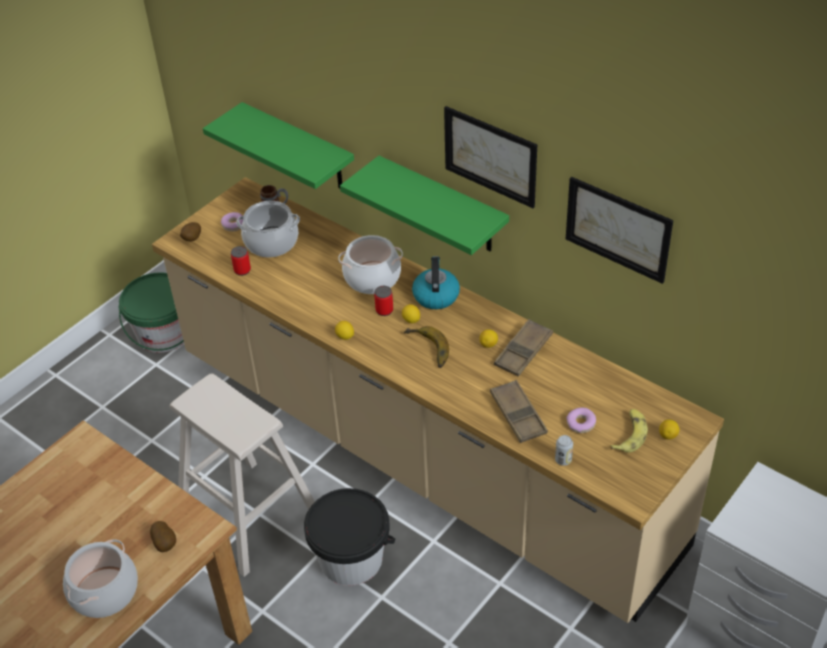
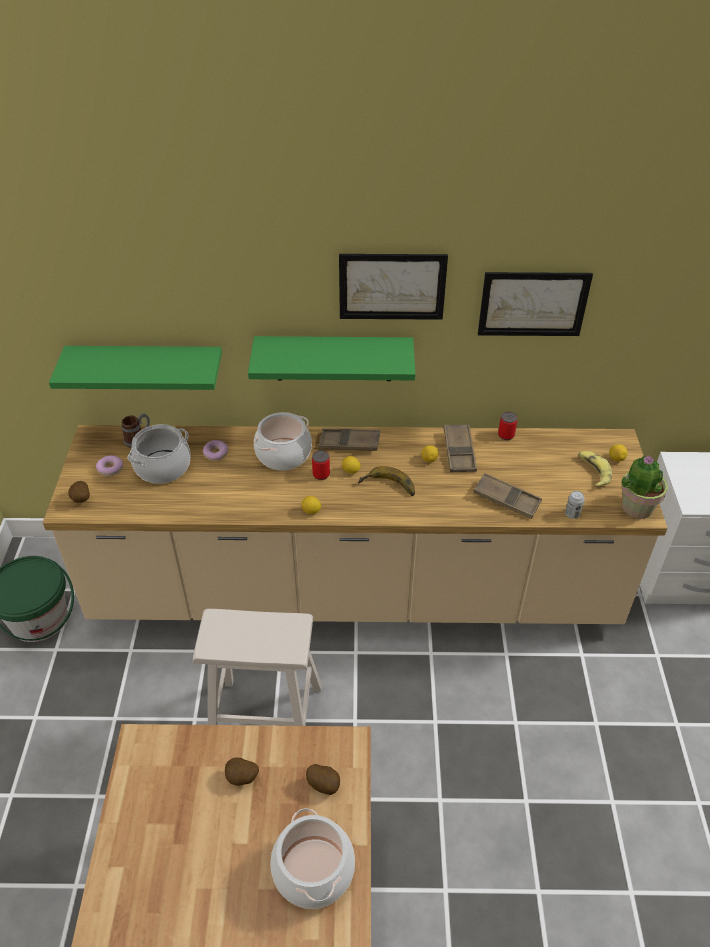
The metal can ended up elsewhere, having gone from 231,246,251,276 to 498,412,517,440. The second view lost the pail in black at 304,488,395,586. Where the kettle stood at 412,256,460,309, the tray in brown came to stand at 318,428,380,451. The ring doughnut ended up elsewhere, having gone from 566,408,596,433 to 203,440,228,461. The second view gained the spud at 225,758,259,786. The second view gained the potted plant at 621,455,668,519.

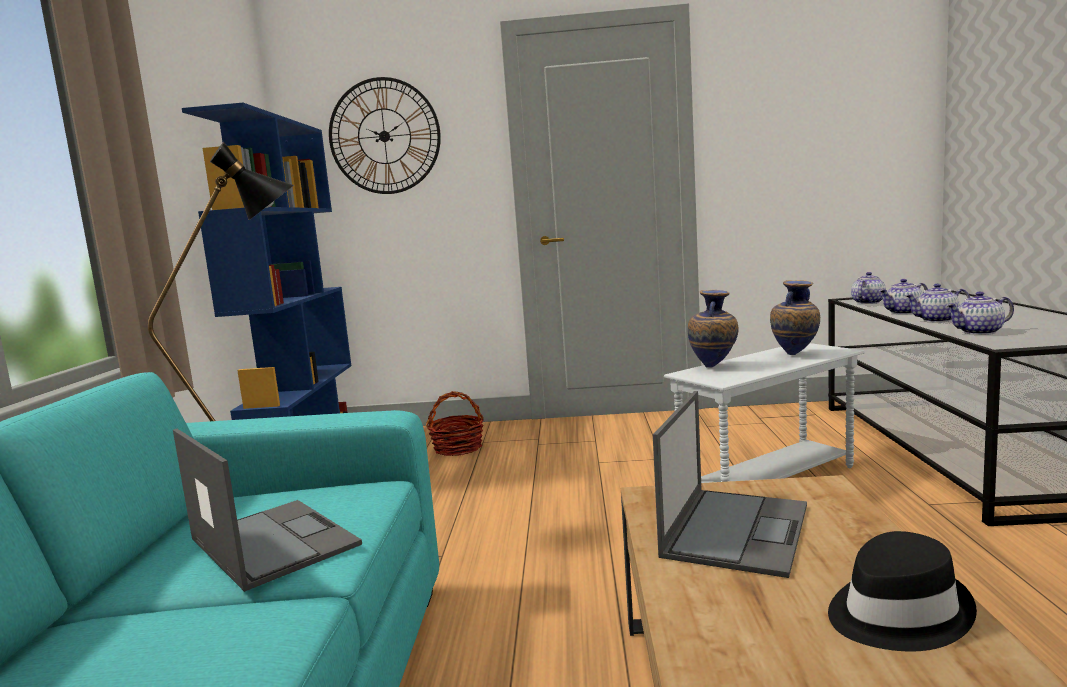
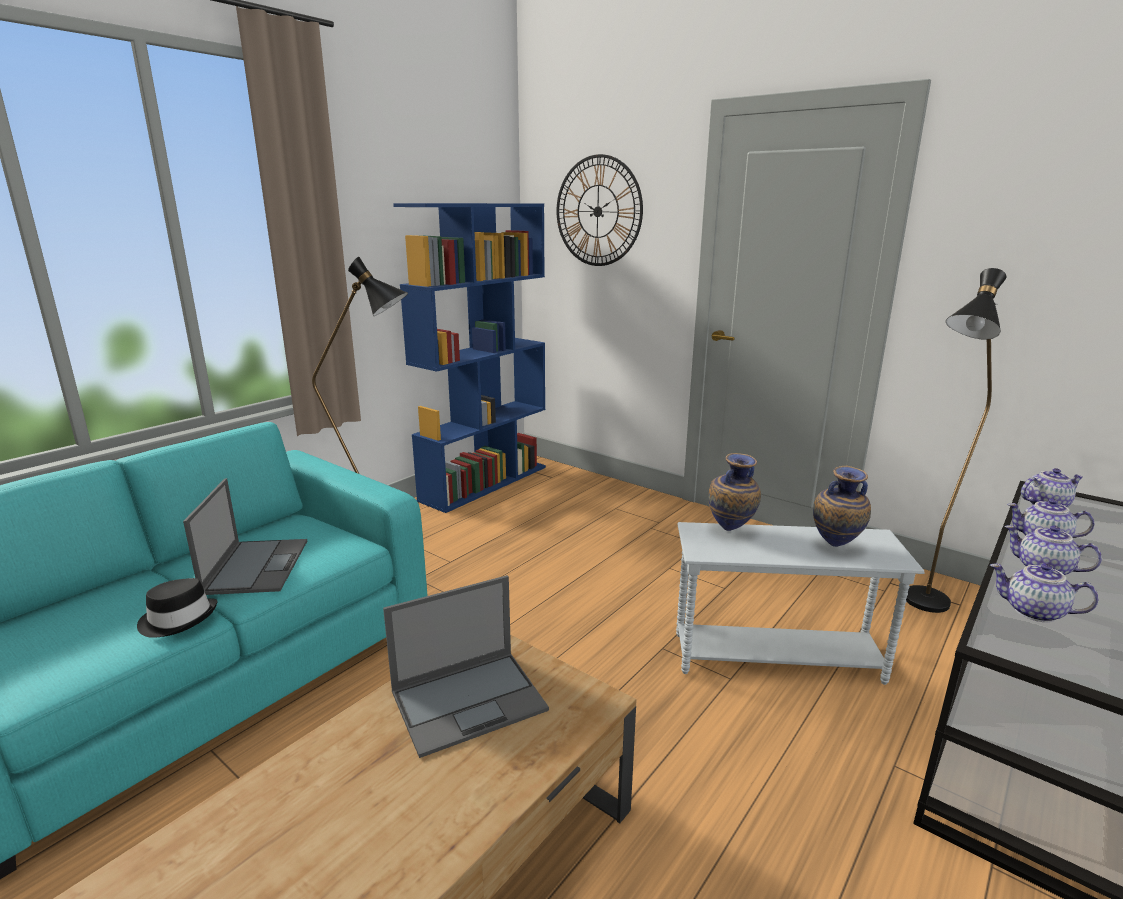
The second view lost the storage basket at 426,391,484,456. The clothing hat in black ended up elsewhere, having gone from 828,531,977,651 to 137,578,217,638. The second view gained the floor lamp in black at 906,268,1006,613.

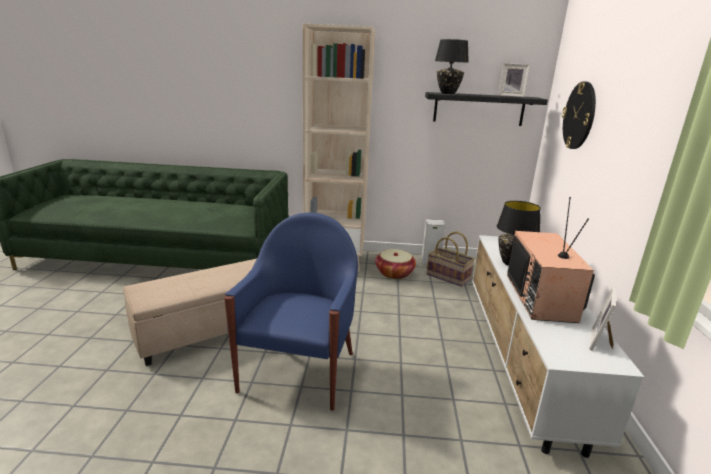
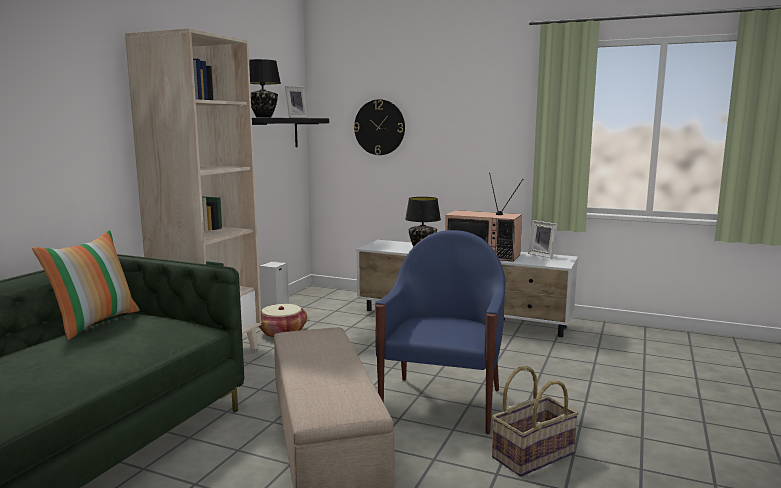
The easy chair in blue-coloured at 224,213,358,411 ended up facing another way, 75 degrees clockwise from before. The storage basket ended up elsewhere, having gone from 427,232,475,287 to 492,366,579,477. The second view gained the cushion at 32,230,140,340.

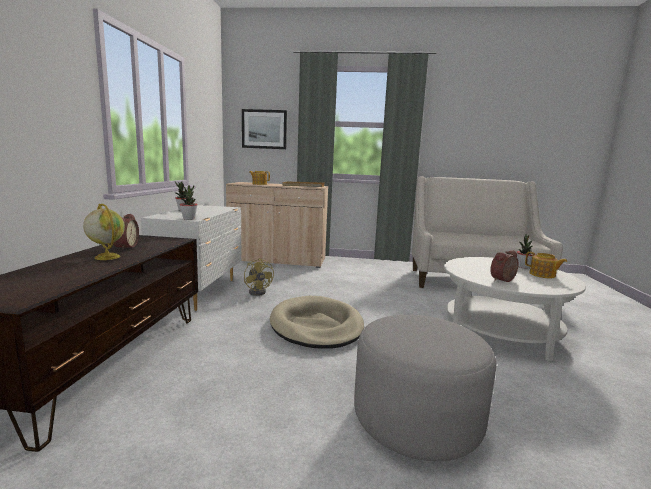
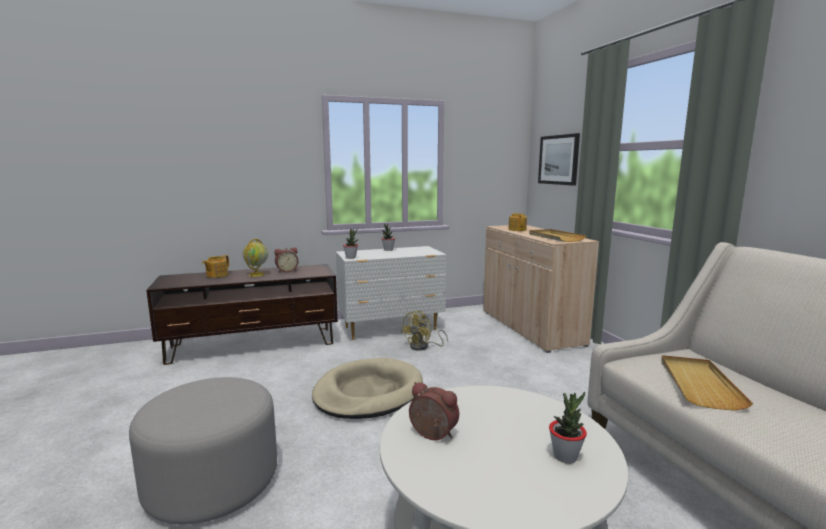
The pot for tea ended up elsewhere, having gone from 525,252,567,278 to 202,255,229,278. The second view gained the tray in beige at 661,355,753,411.

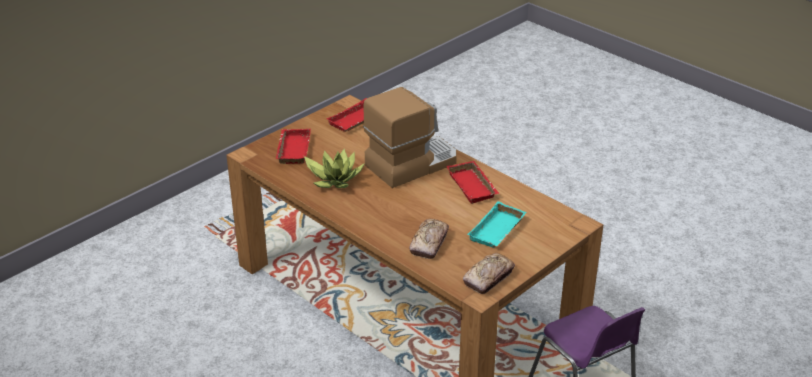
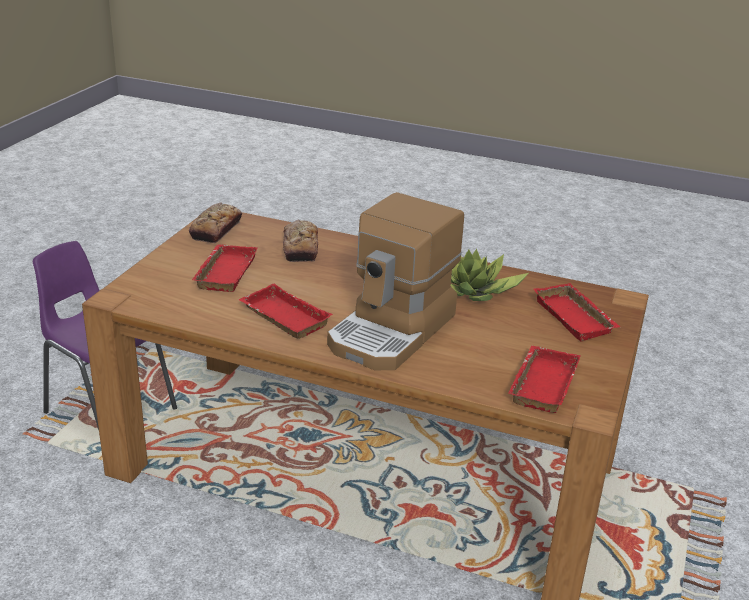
What was the tray in turquoise-coloured at 467,201,526,248 turned into the tray in red-coloured at 192,244,258,292.

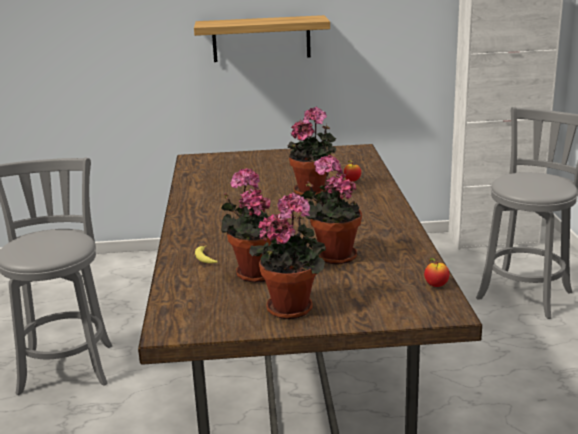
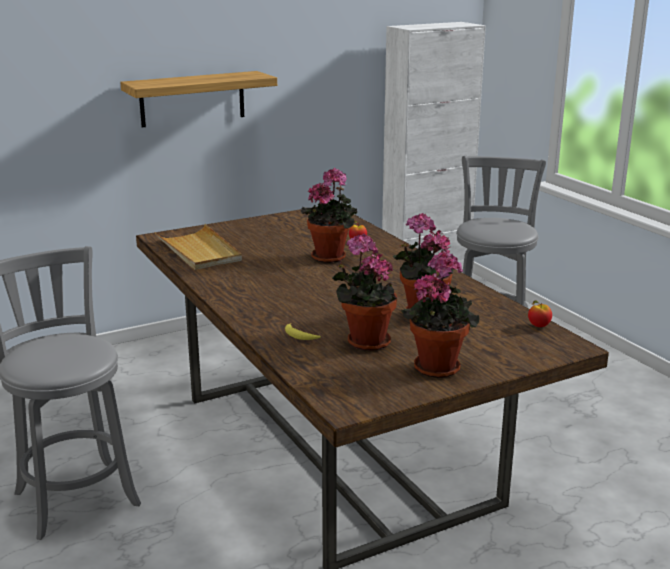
The second view gained the tray in beige at 154,224,242,270.

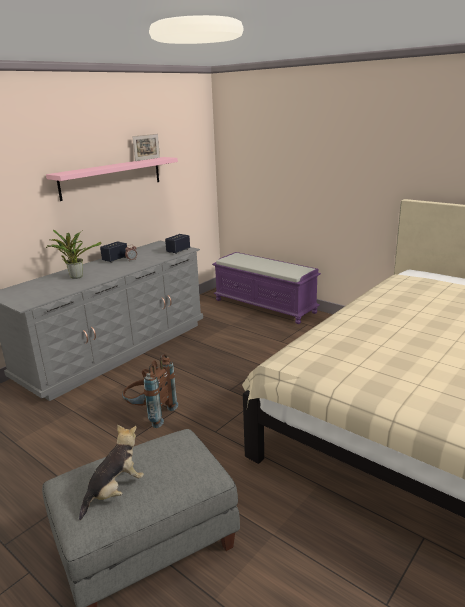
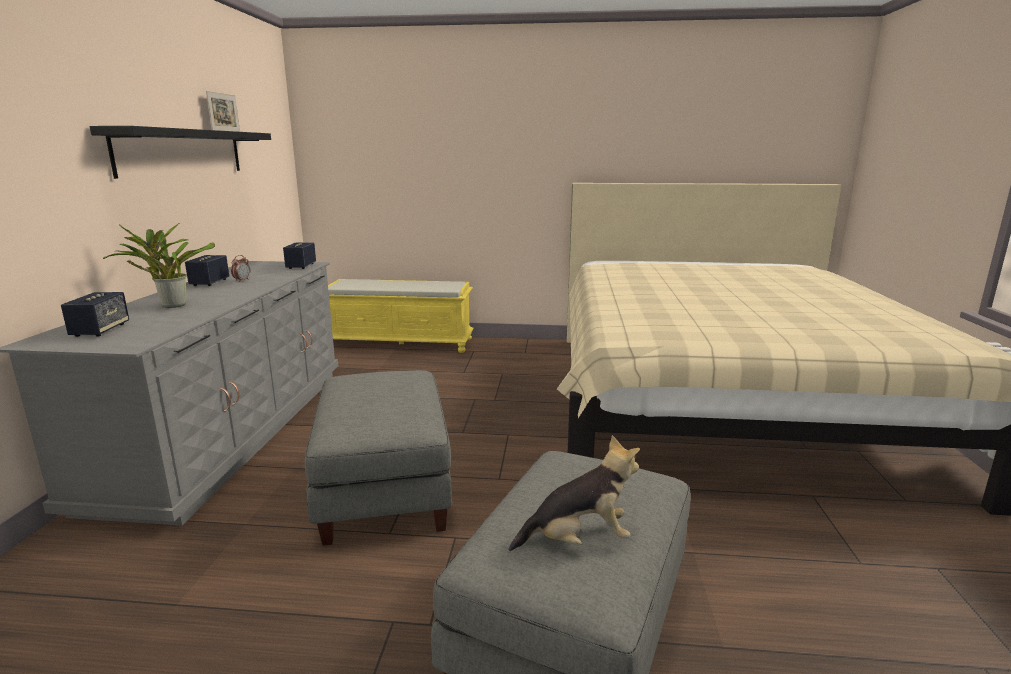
What was the wall shelf in pink at 46,157,178,201 turned into the wall shelf in black at 90,126,271,179. The cuddly toy at 79,425,144,520 ended up facing another way, 75 degrees clockwise from before. Where the backpack in brown stood at 122,354,178,428, the pouffe in greyish came to stand at 305,370,452,546. What was the indoor bench in purplish at 212,252,321,324 turned into the indoor bench in yellow at 328,279,473,353. The second view gained the audio speaker at 61,292,129,337.

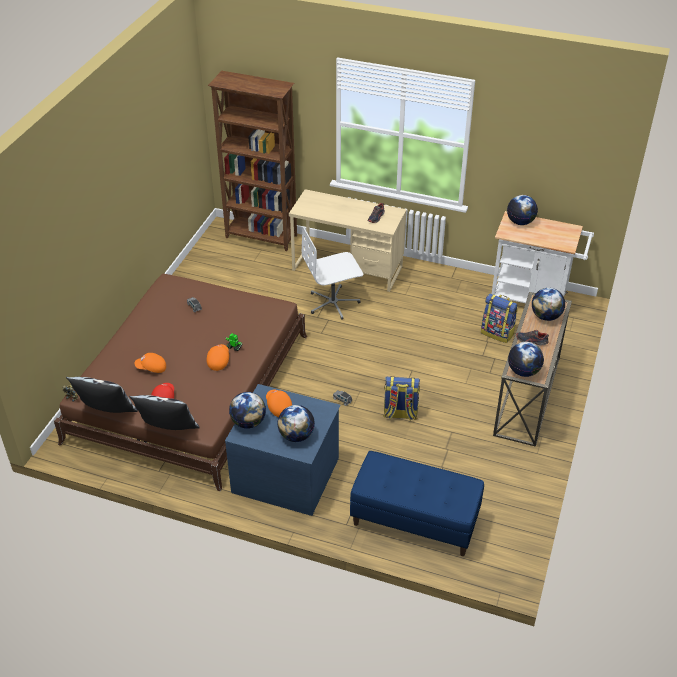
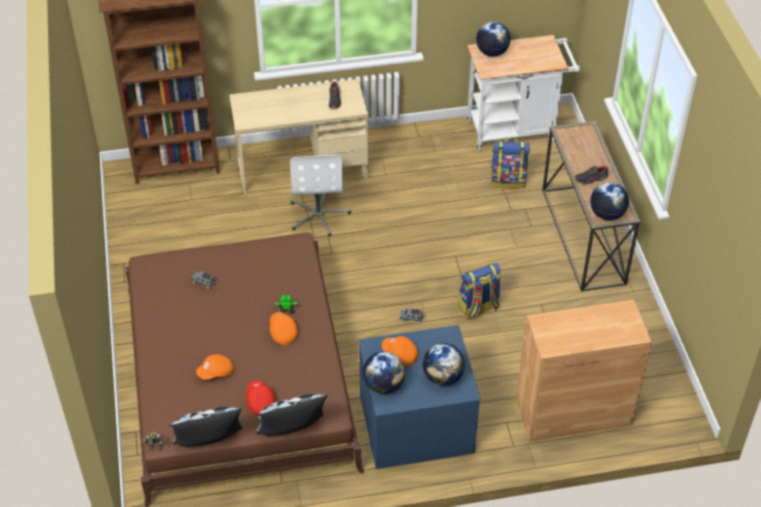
The computer chair in white-coloured at 302,226,363,320 ended up facing another way, 45 degrees counterclockwise from before. Where the indoor bench in blue-coloured stood at 350,451,484,556, the cupboard in brown came to stand at 516,300,652,441. The second view lost the globe at 532,288,565,321.

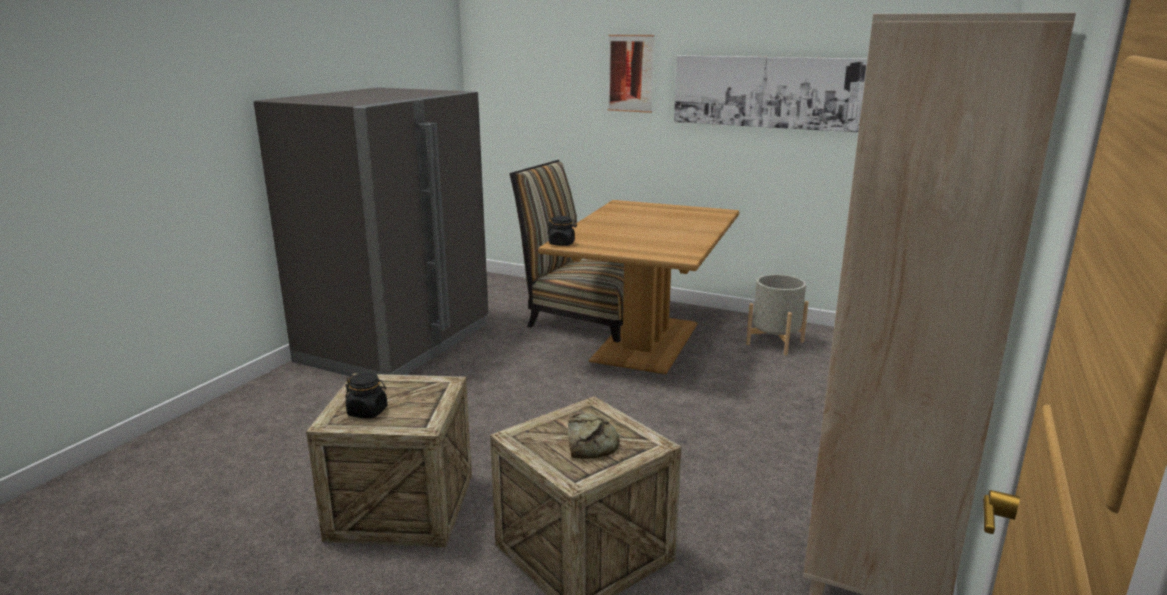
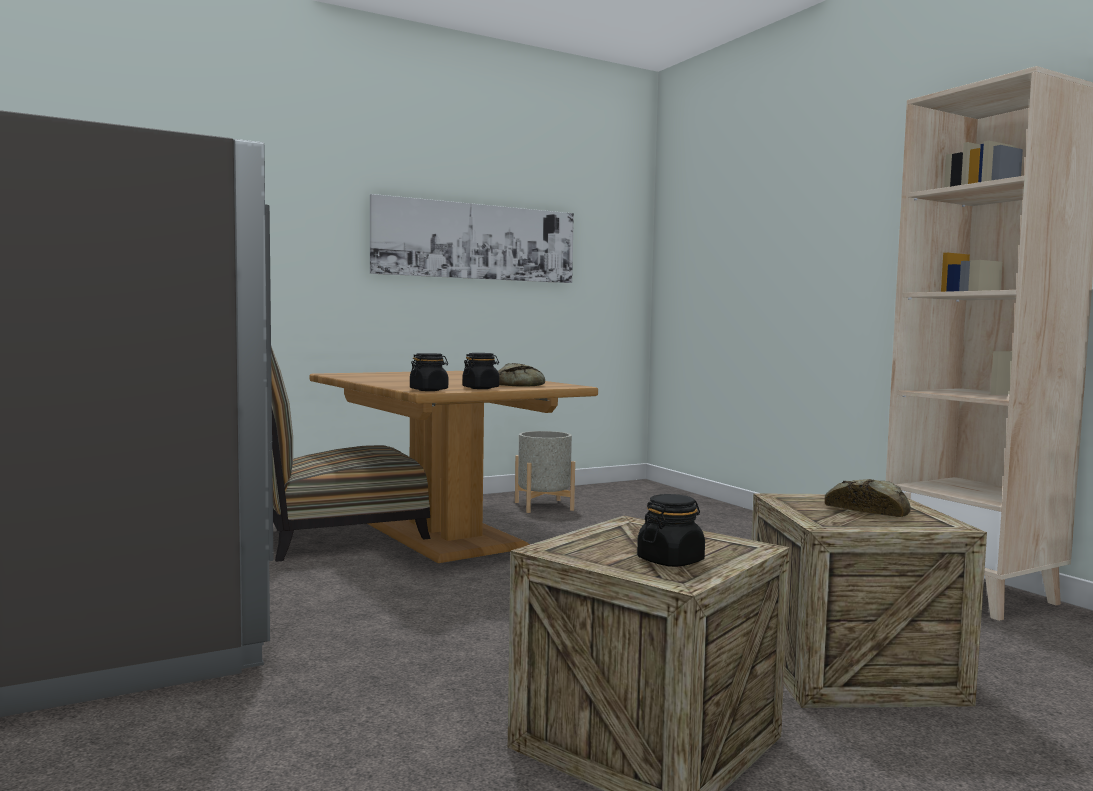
The second view lost the picture at 608,35,654,113. The second view gained the storage jar in black at 462,353,499,389. The second view gained the bakery bread at 498,363,545,386.

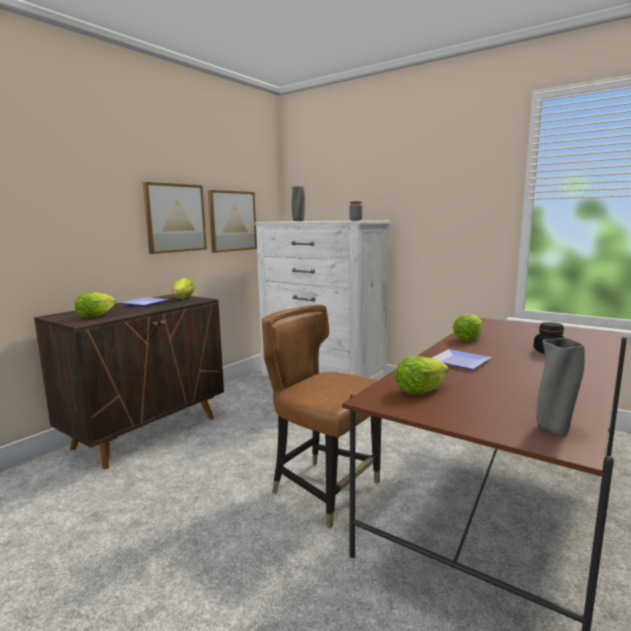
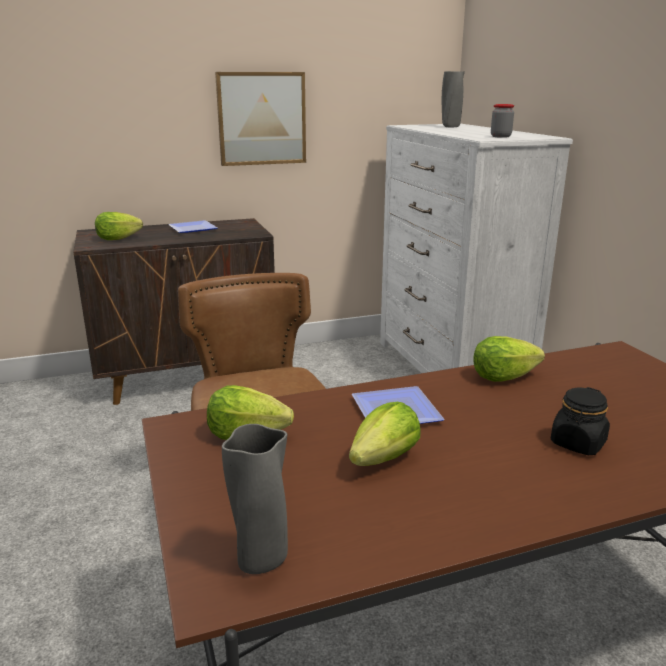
The head of lettuce ended up elsewhere, having gone from 172,278,195,299 to 349,402,421,466. The second view lost the picture at 208,190,257,253.

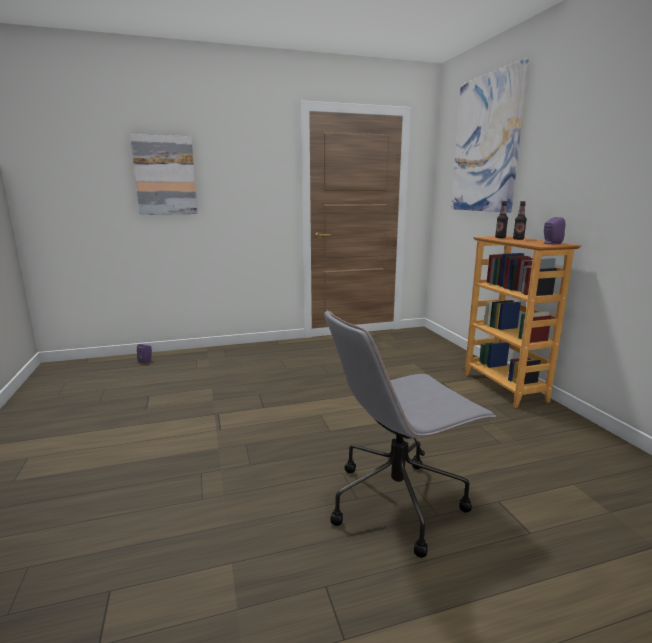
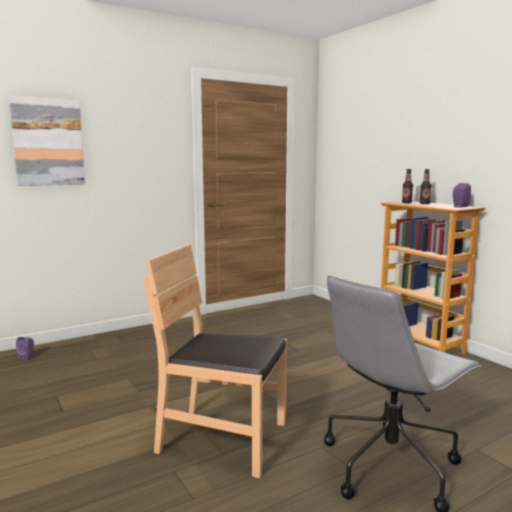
The second view lost the picture at 451,59,529,212. The second view gained the upright chair in brown at 144,244,287,478.

